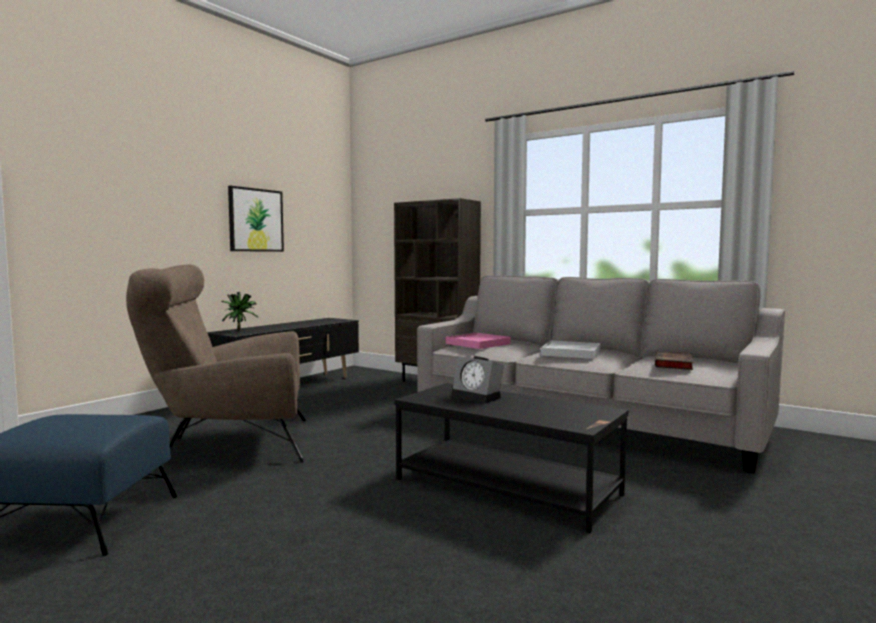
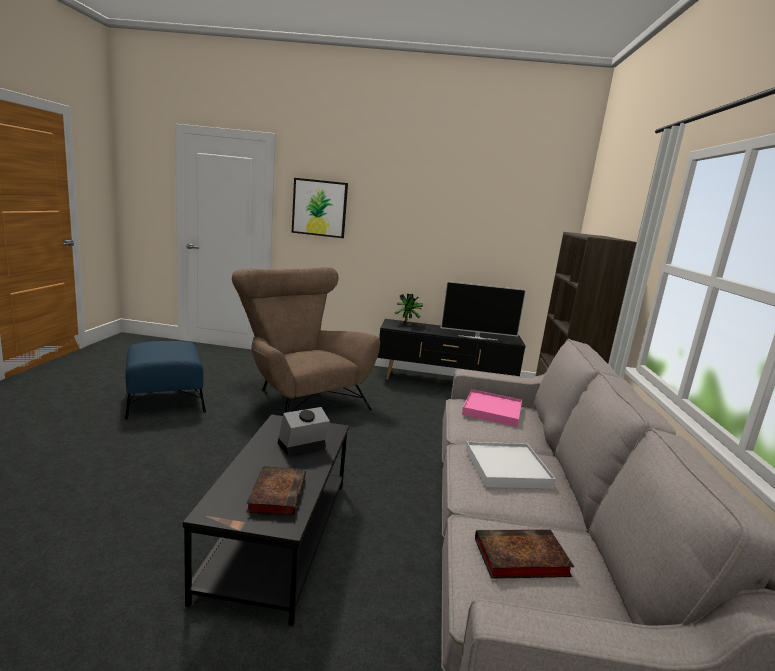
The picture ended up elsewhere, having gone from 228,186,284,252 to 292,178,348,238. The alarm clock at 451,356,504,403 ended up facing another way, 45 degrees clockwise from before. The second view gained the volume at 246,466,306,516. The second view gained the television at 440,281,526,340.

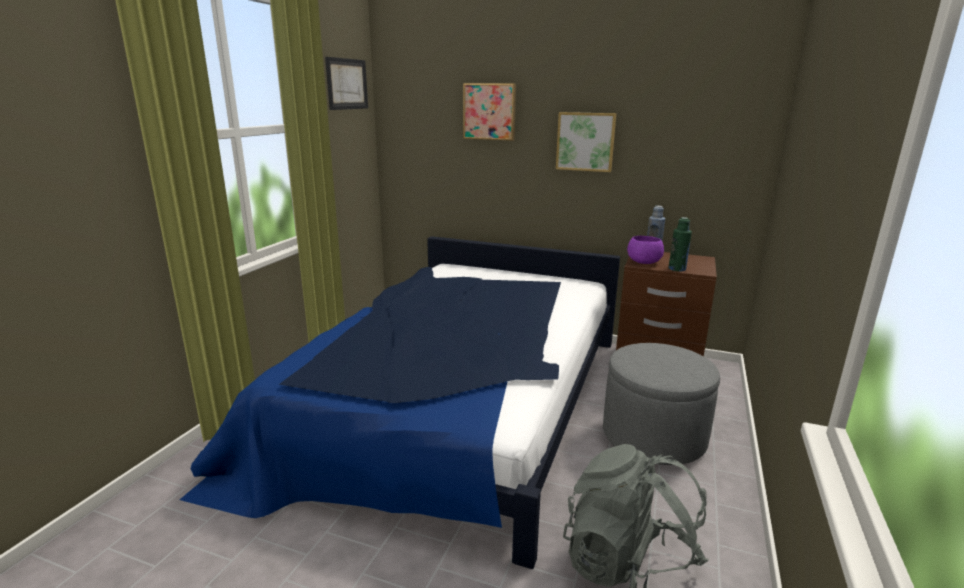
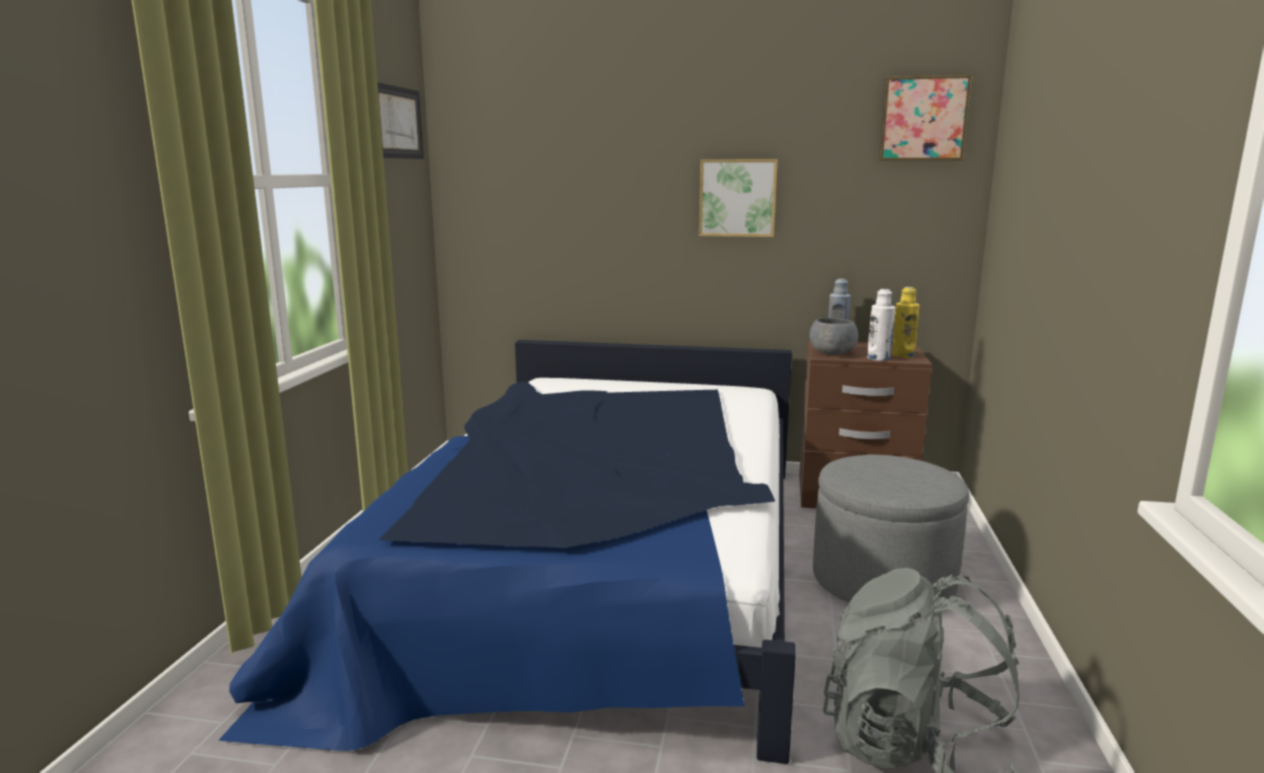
The picture ended up elsewhere, having gone from 463,83,516,141 to 879,75,972,161. What was the serving bowl in purplish at 627,236,664,264 turned into the serving bowl in greyish at 809,318,858,355. What was the drink bottle in greenish at 669,217,692,271 turned into the drink bottle in white-coloured at 867,289,895,361. The second view gained the drink bottle in yellow at 892,287,919,358.

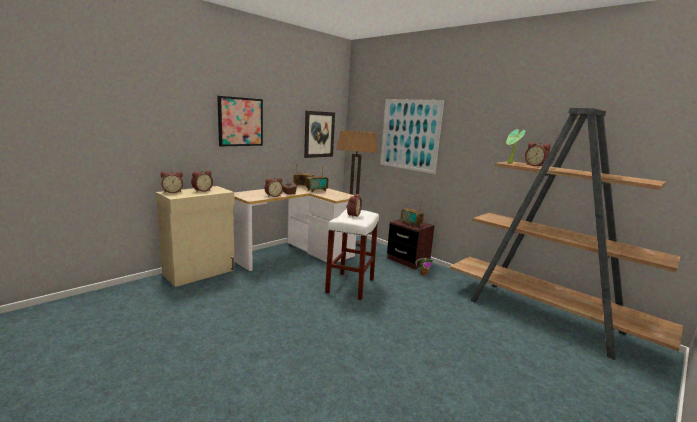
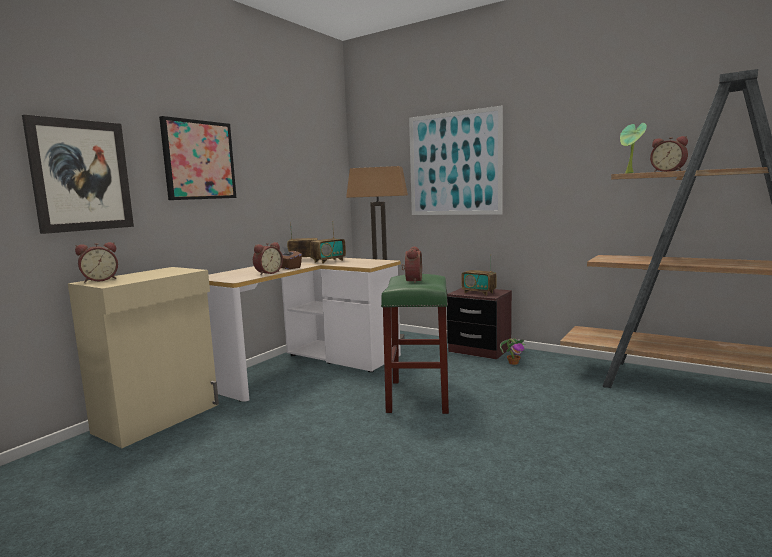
The second view lost the alarm clock at 191,170,213,192. The picture ended up elsewhere, having gone from 304,111,335,158 to 22,115,134,234. What was the stool seat in white-coloured at 325,209,379,300 turned into the stool seat in greenish at 381,274,449,414.

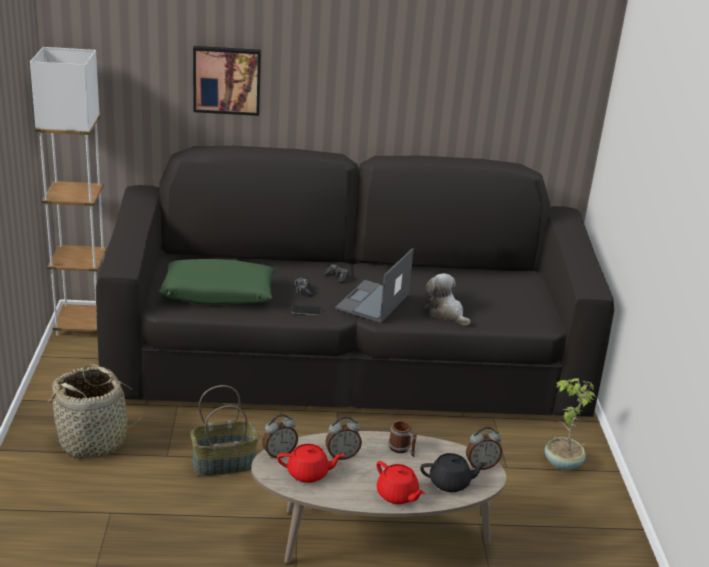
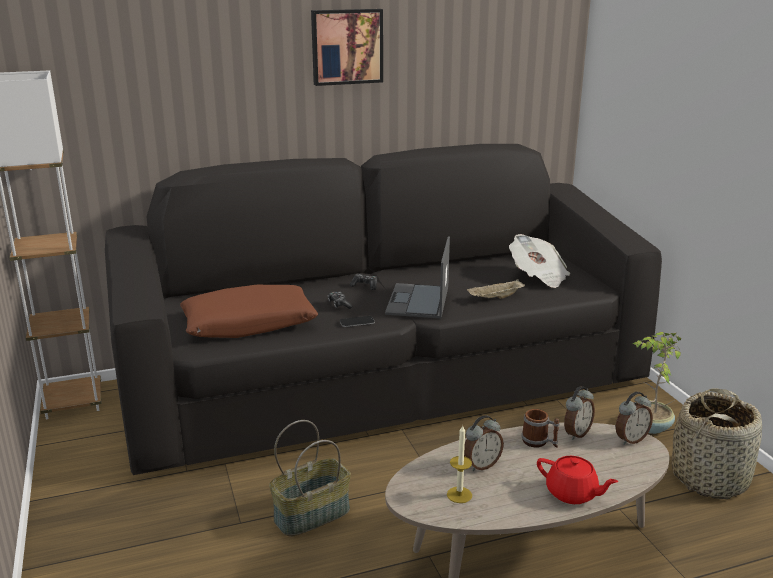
The storage basket ended up elsewhere, having gone from 47,364,144,459 to 672,388,762,499. What was the cushion in greenish at 159,259,275,305 turned into the cushion in brown at 180,285,318,338. The picture ended up elsewhere, having gone from 193,46,261,116 to 311,9,383,86. The alarm clock ended up elsewhere, having gone from 262,414,298,459 to 564,386,595,440. Where the pot for tea in red-coloured stood at 277,444,345,483, the wax candle came to stand at 447,425,472,503. The second view lost the pot for tea in black at 420,453,488,492. Where the cuddly toy stood at 424,273,471,326, the tray in beige came to stand at 467,279,525,299. The second view gained the newspaper at 509,234,570,288.

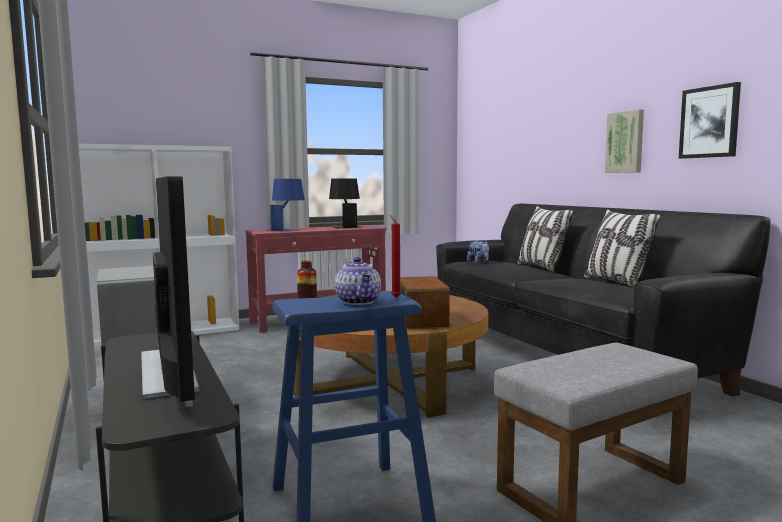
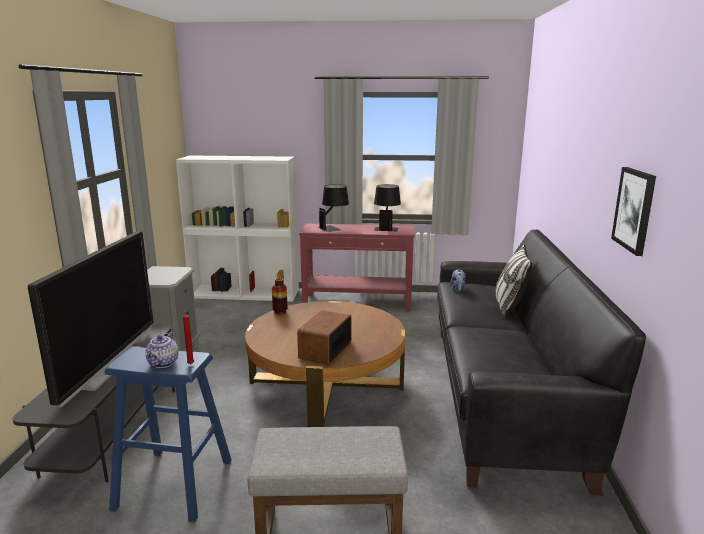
What was the tabletop lamp in blue-coloured at 268,179,305,232 turned into the tabletop lamp in black at 319,184,349,232. The second view lost the cushion at 584,209,662,288. The second view lost the picture at 605,109,644,173.

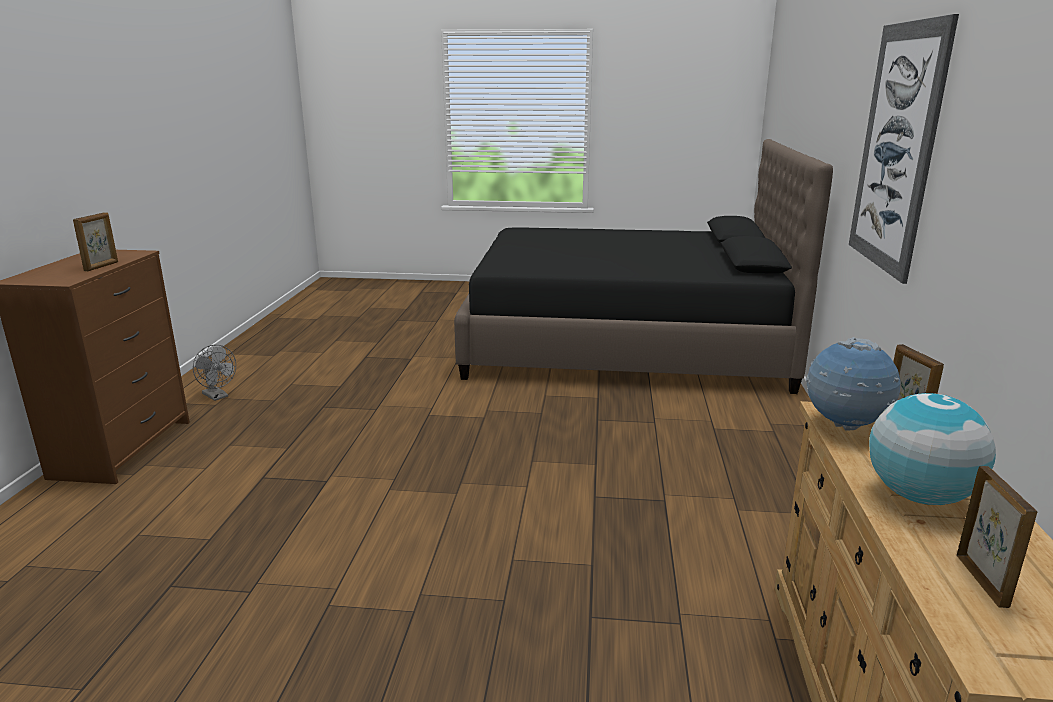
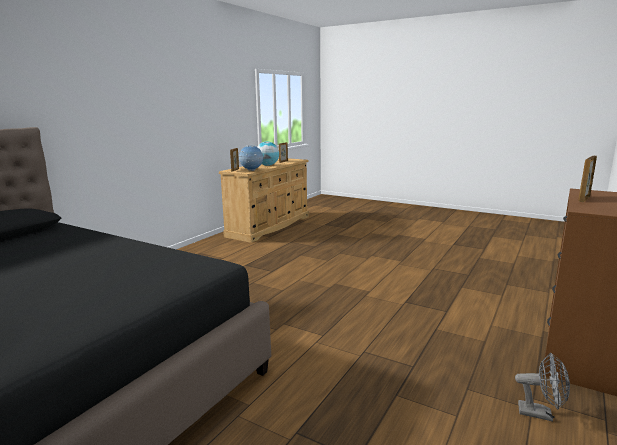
The cooling fan in greyish at 193,345,236,401 ended up facing another way, 135 degrees clockwise from before. The second view lost the picture at 849,14,959,284.

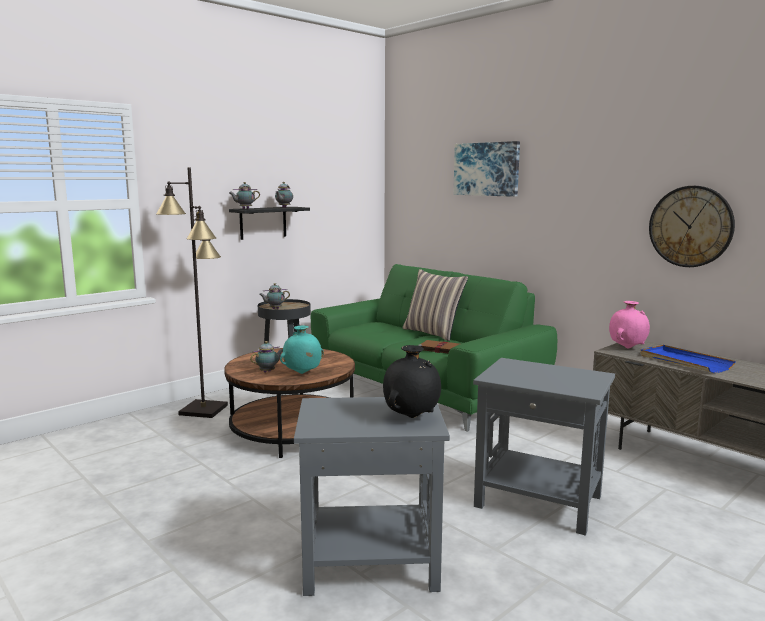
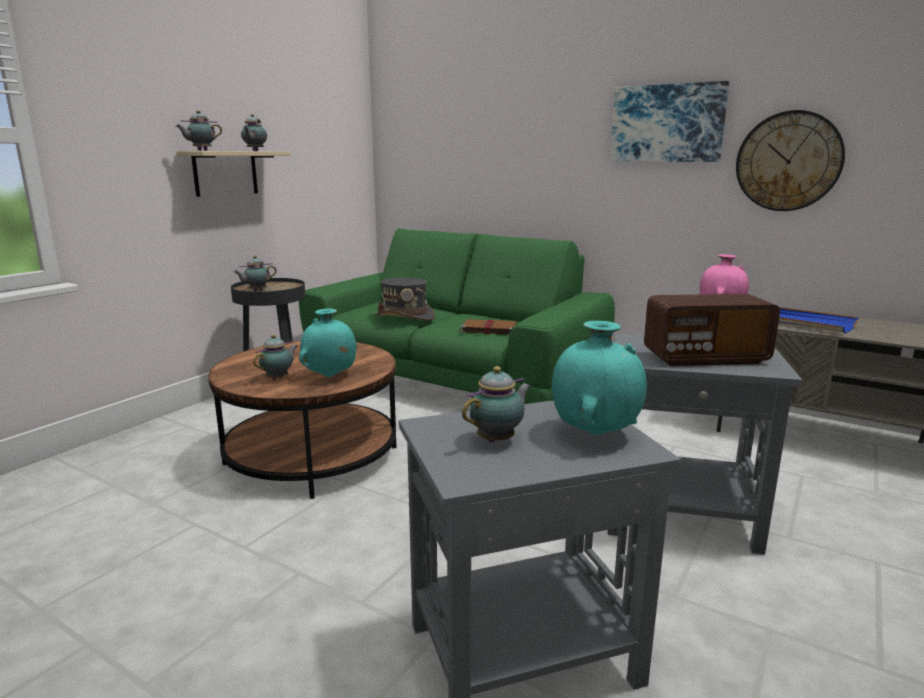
The second view lost the floor lamp in black at 156,167,228,418. What was the wall shelf in black at 229,207,310,240 turned into the wall shelf in beige at 176,151,291,197. What was the vase in black at 383,345,441,418 turned into the vase in turquoise-coloured at 552,321,647,435. The second view lost the cushion at 402,269,468,341. The picture ended up elsewhere, having gone from 453,141,520,197 to 610,81,729,162. The second view gained the clothing hat in greyish at 374,278,435,321. The second view gained the pot for tea at 462,366,532,443. The second view gained the radio set at 644,294,780,366.

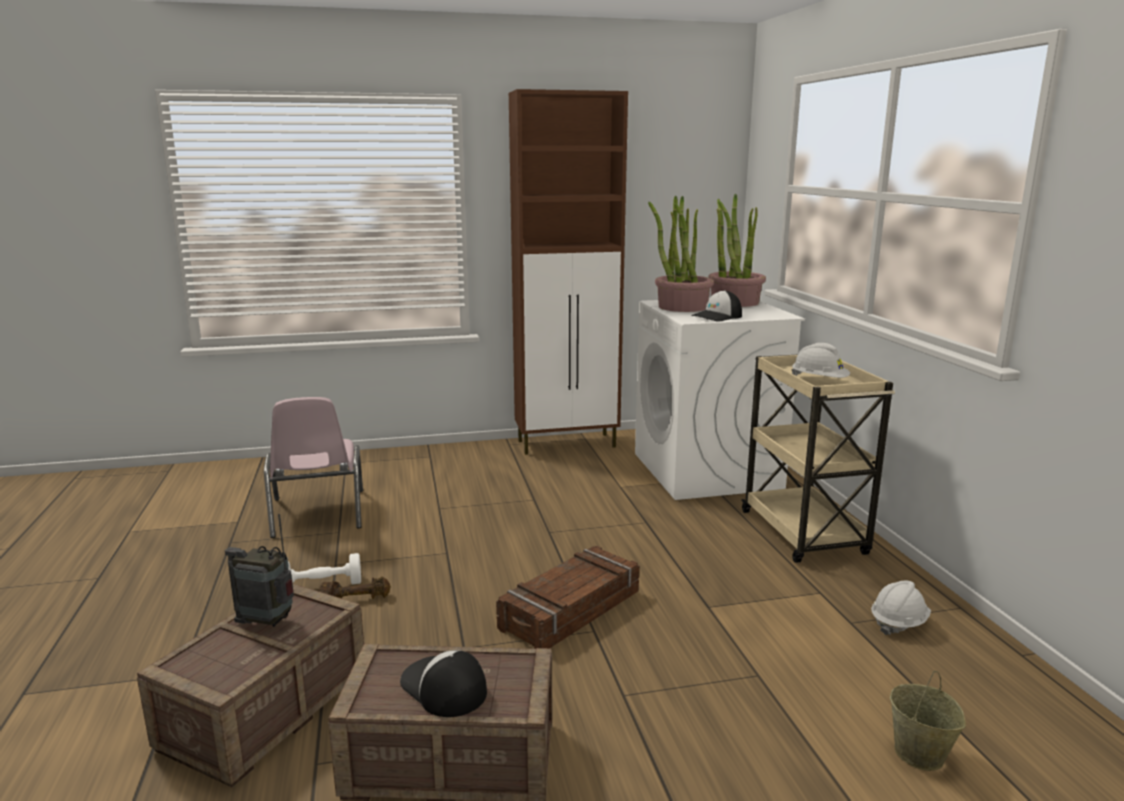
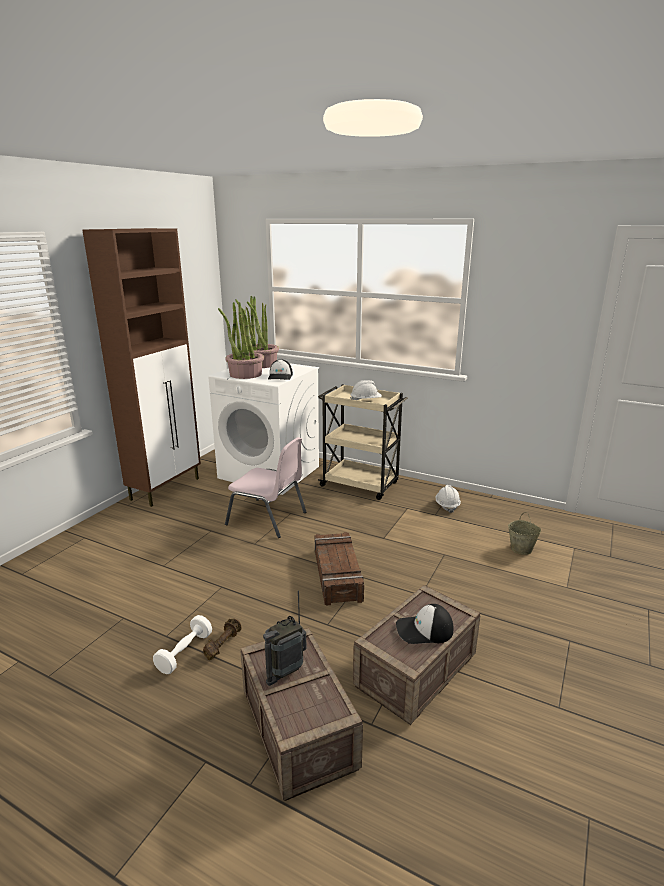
The upright chair in pink ended up elsewhere, having gone from 264,397,363,538 to 225,437,306,538.

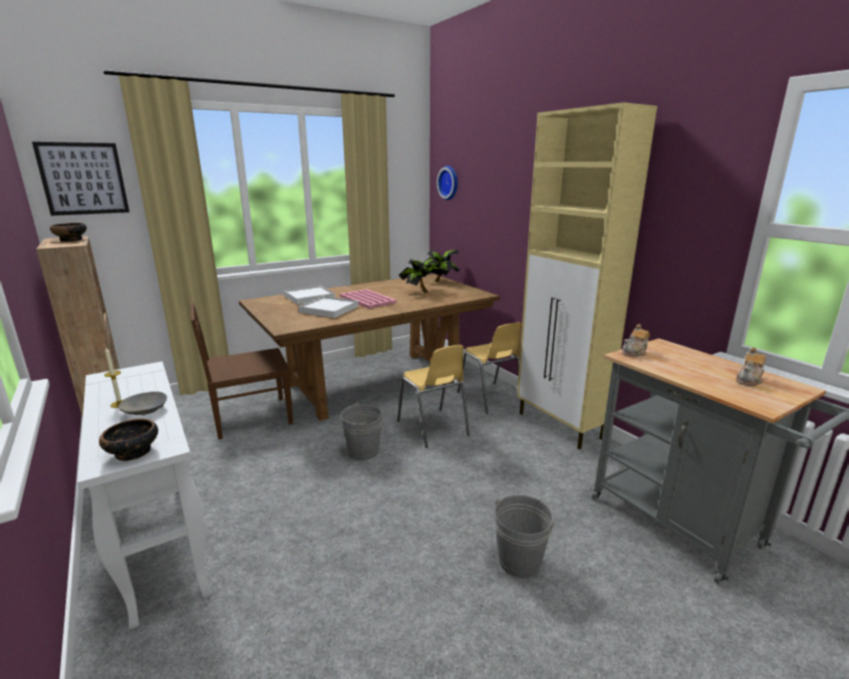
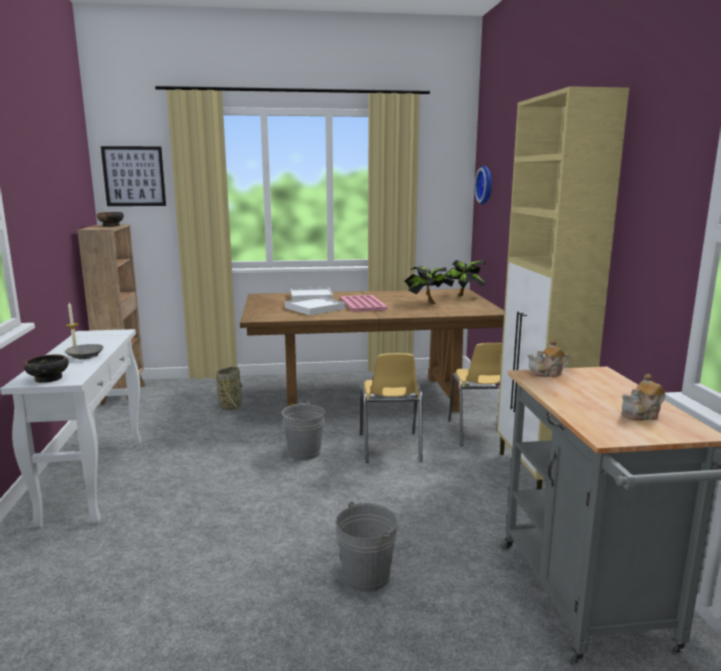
Where the upright chair in brown stood at 190,303,293,439, the storage basket came to stand at 216,366,243,415.

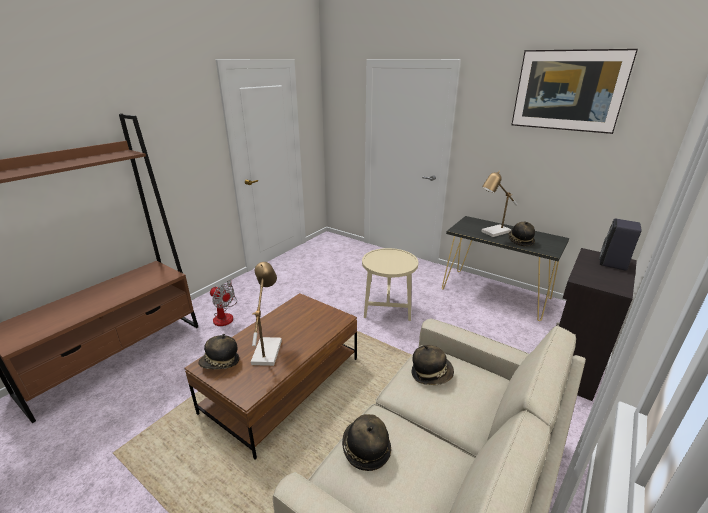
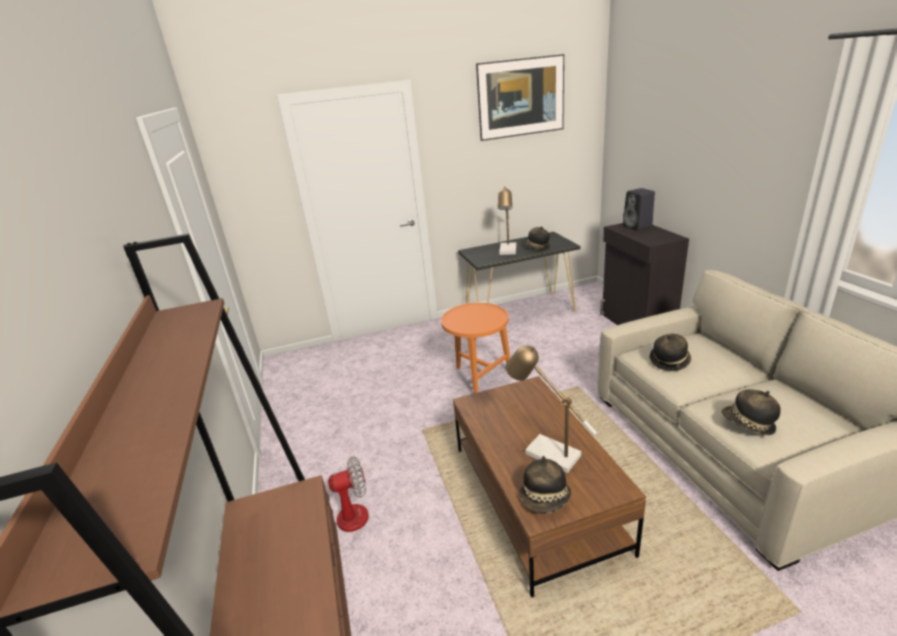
What was the accent table in beige at 362,248,418,321 turned into the accent table in orangey at 441,303,510,393.

